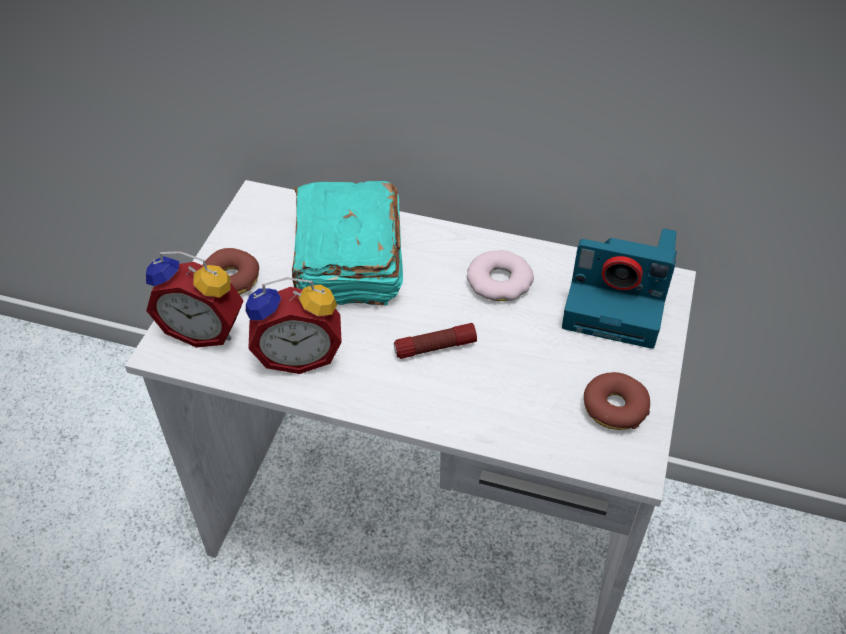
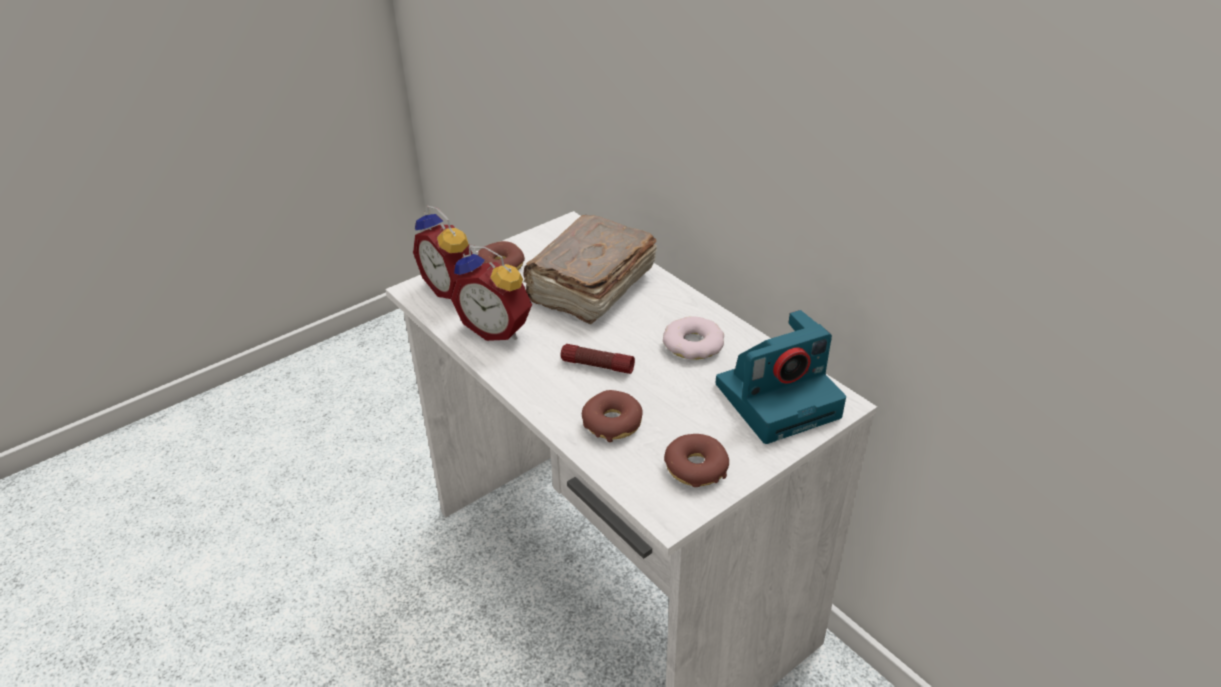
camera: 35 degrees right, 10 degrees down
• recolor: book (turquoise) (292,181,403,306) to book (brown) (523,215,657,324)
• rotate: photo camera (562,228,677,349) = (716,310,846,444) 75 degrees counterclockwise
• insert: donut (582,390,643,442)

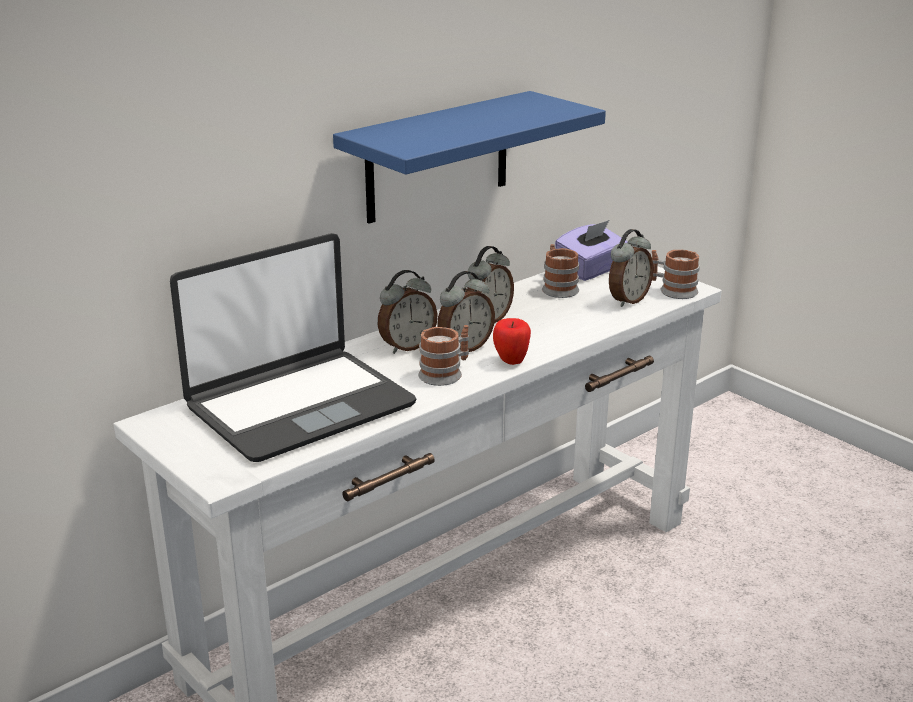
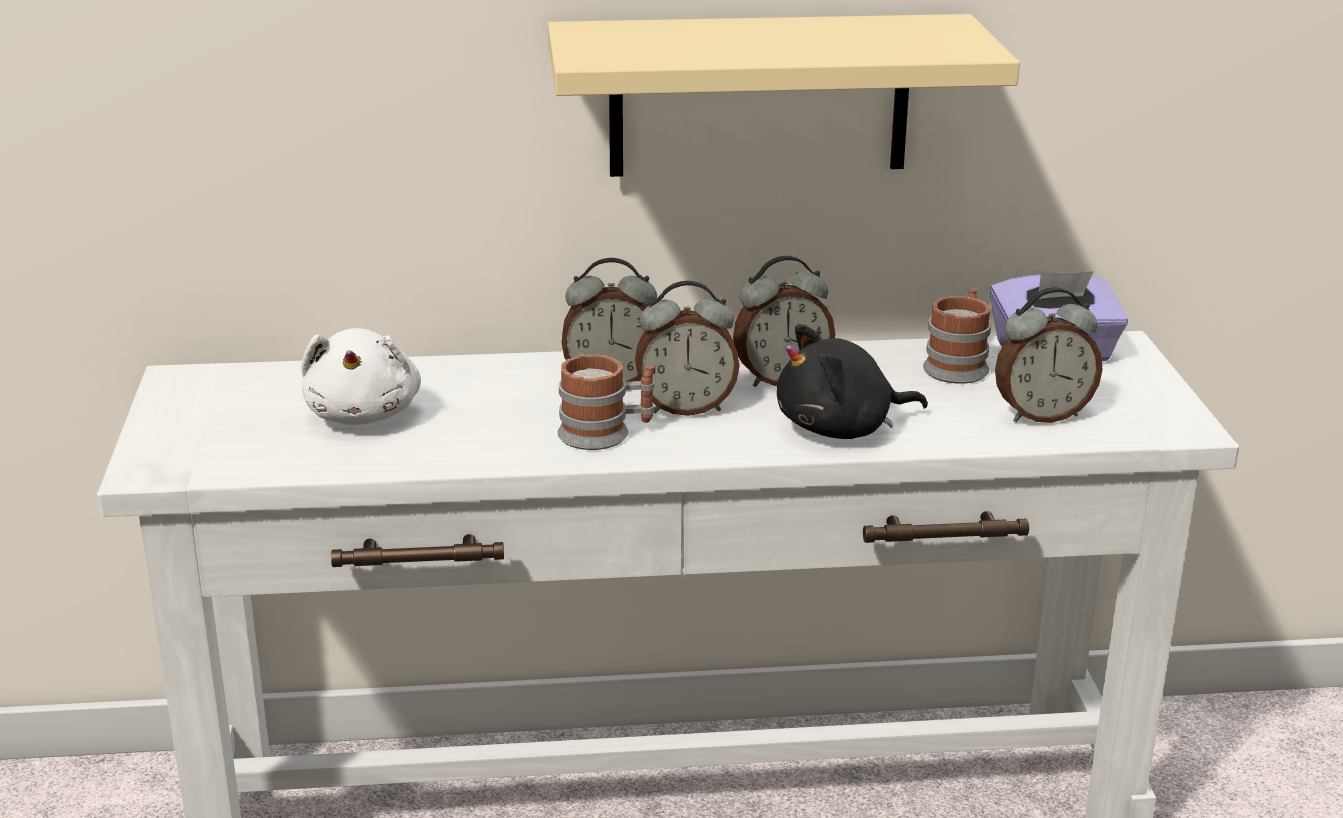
camera: 35 degrees right, 0 degrees up
• recolor: shelf (blue) (333,91,606,224) to shelf (beige) (548,14,1020,177)
• replace: laptop (170,233,416,462) to plush toy (white) (301,328,421,425)
• delete: mug (652,250,700,299)
• delete: apple (493,318,531,365)
• insert: plush toy (black) (777,324,928,439)

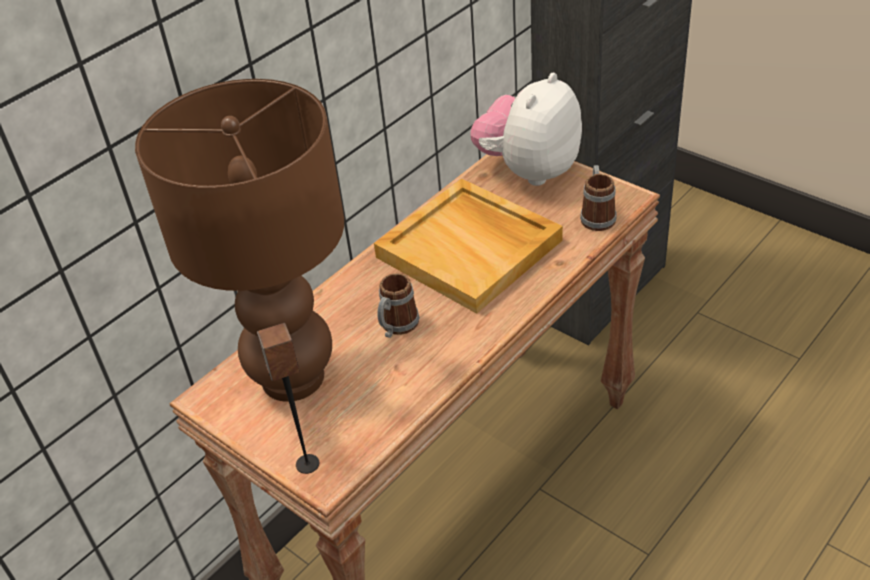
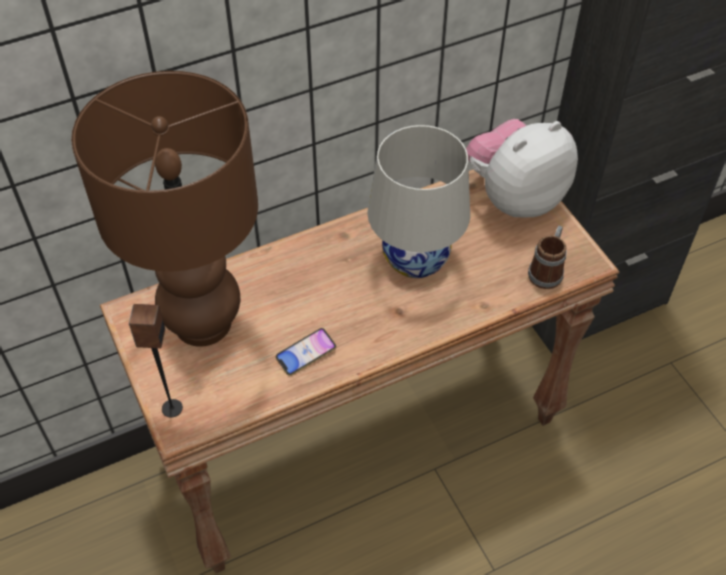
camera: 20 degrees right, 10 degrees up
• replace: tray (beige) (374,178,563,314) to table lamp (white) (367,125,470,278)
• delete: mug (377,273,420,338)
• insert: phone (275,328,336,376)

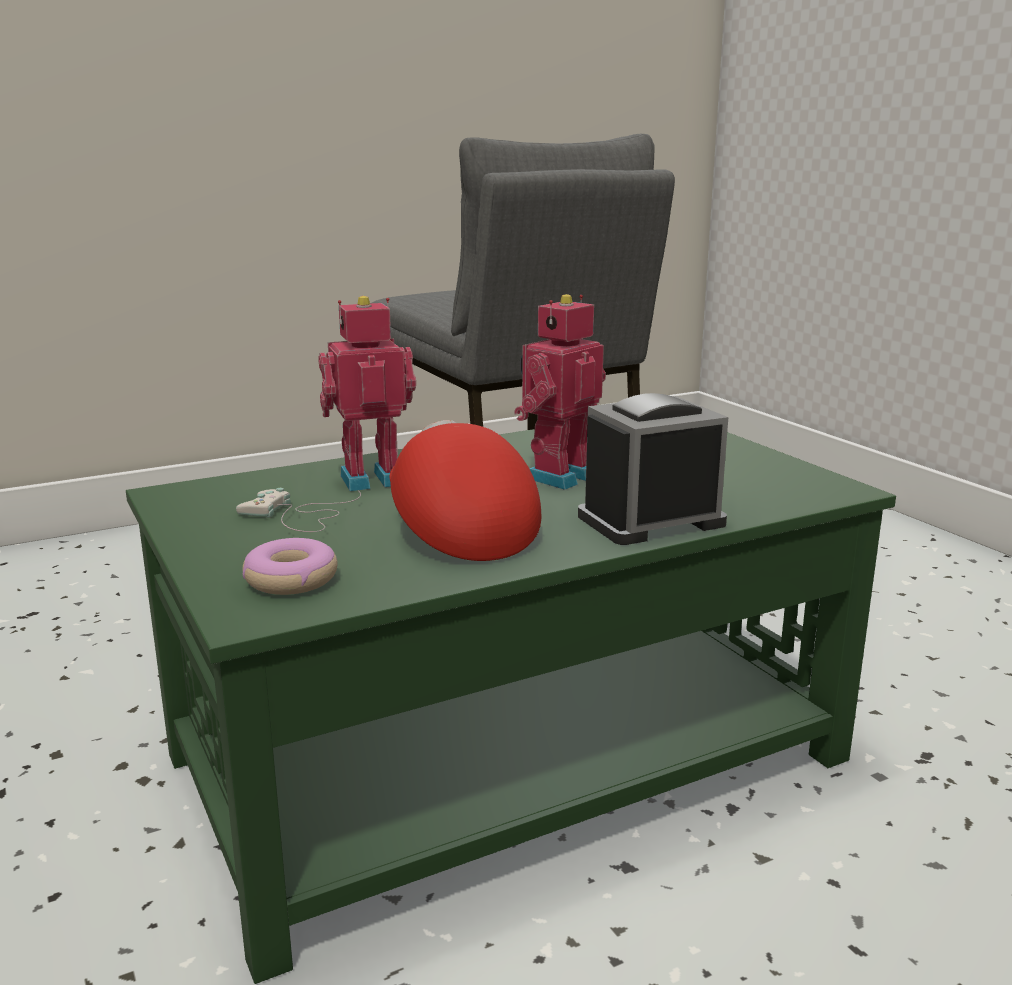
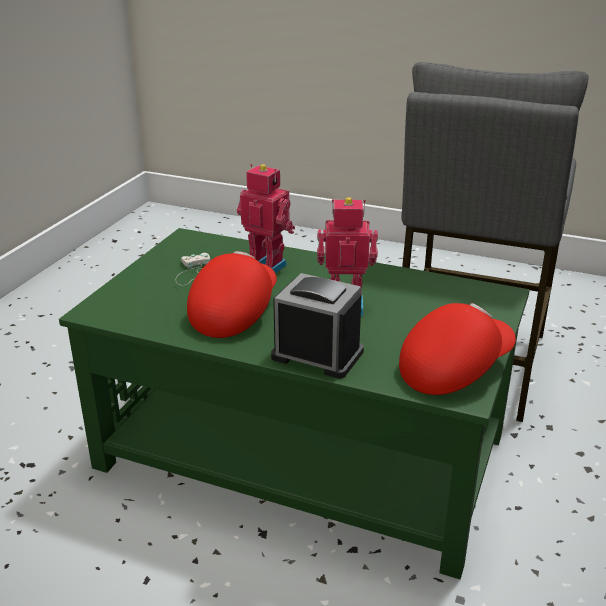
camera: 50 degrees right, 10 degrees up
• delete: donut (242,538,338,595)
• insert: cap (red) (399,303,516,395)

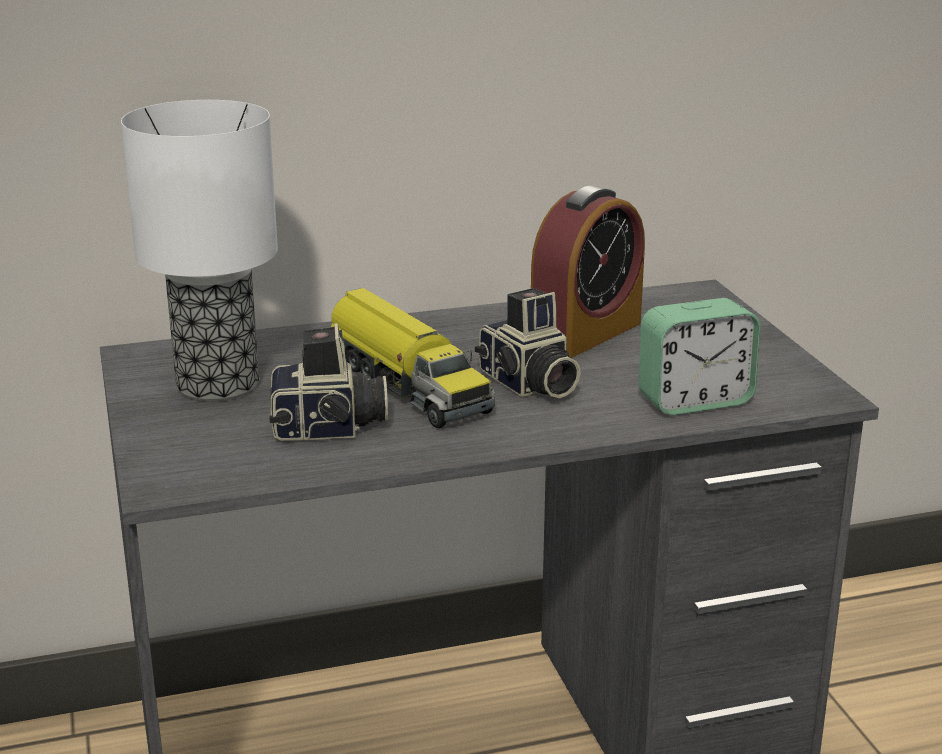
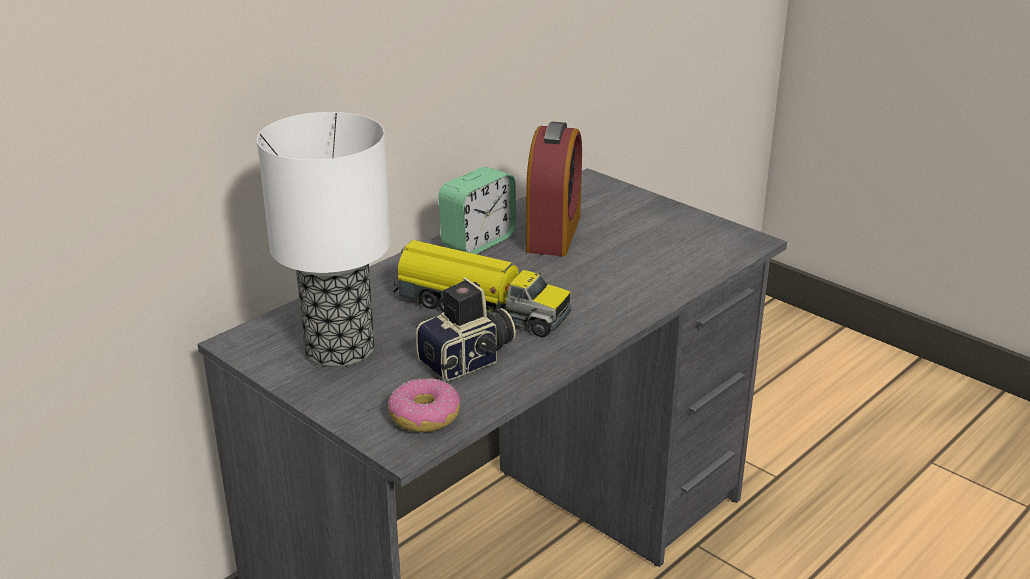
camera: 30 degrees left, 5 degrees up
• delete: photo camera (475,288,581,398)
• move: alarm clock (639,298,761,415) to (438,167,517,254)
• insert: donut (388,378,460,432)

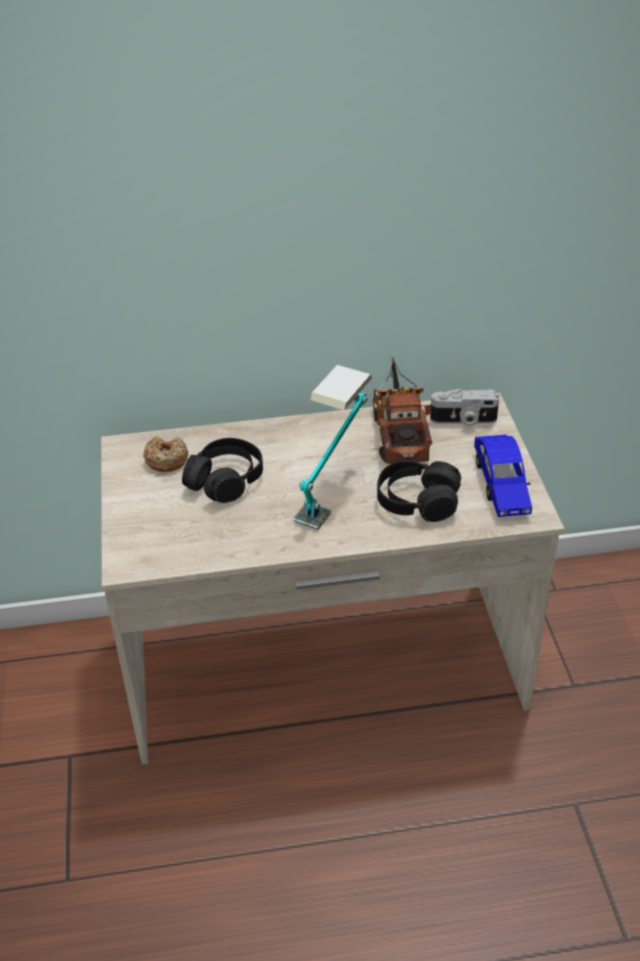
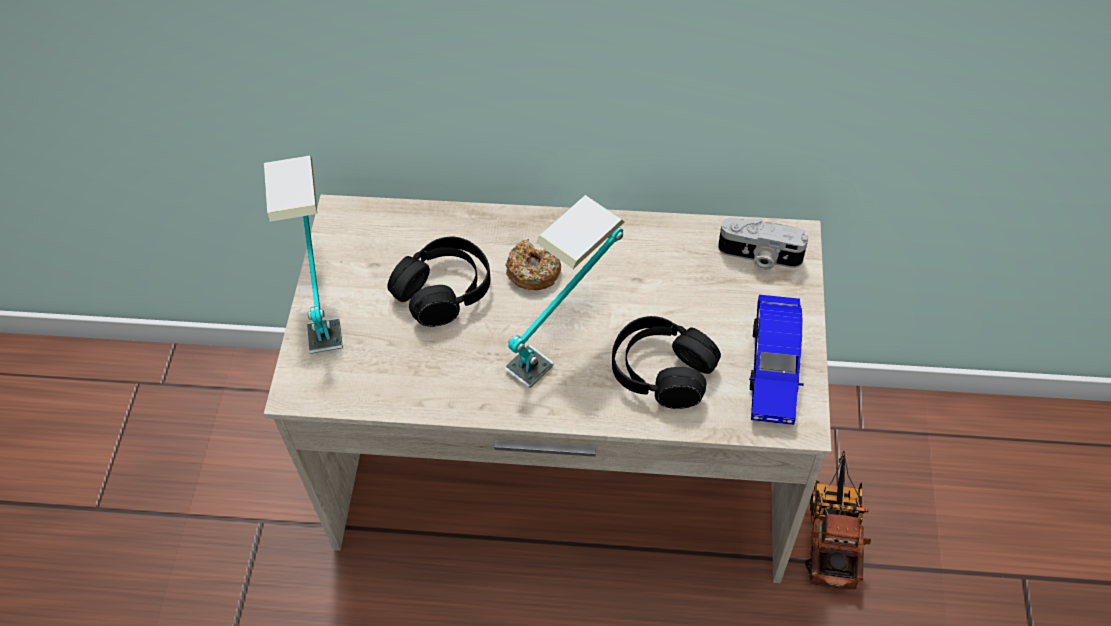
camera: 15 degrees right, 15 degrees up
• move: toy truck (372,357,432,464) to (805,451,871,589)
• move: donut (143,436,189,472) to (506,239,561,290)
• insert: table lamp (264,155,343,354)

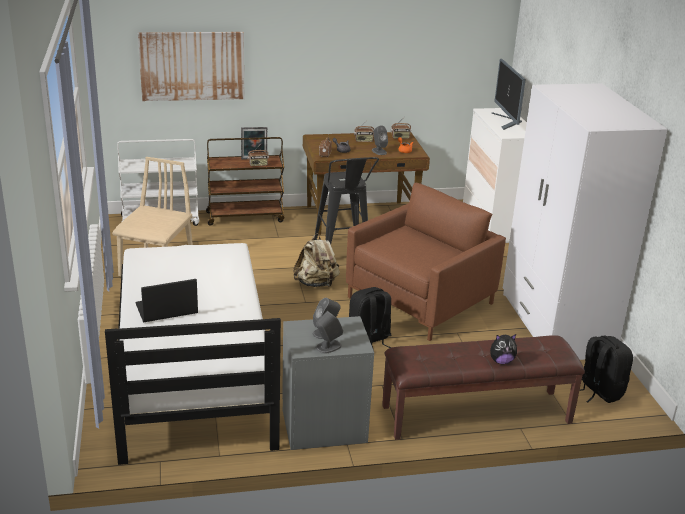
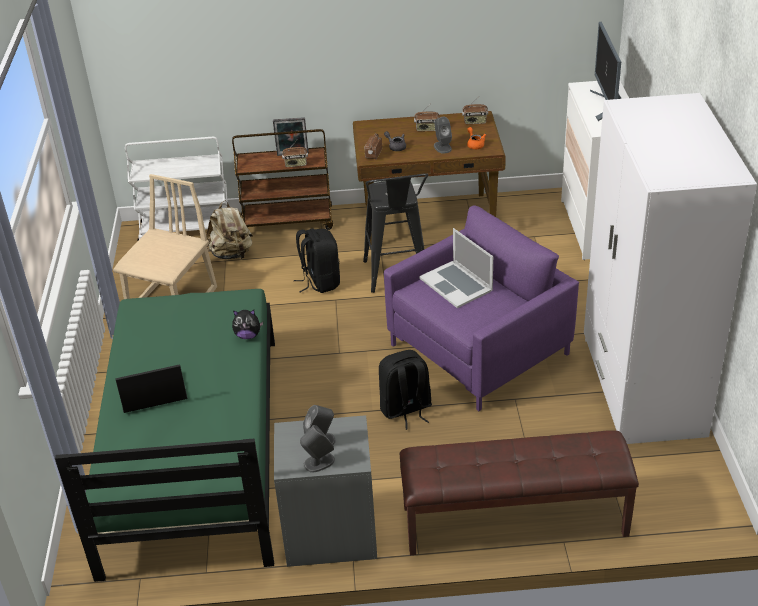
camera: 10 degrees right, 10 degrees up
• delete: picture (138,32,244,101)
• recolor: armchair (brown) (346,183,506,341) to armchair (purple) (384,206,579,411)
• move: backpack (beige) (293,233,340,287) to (206,200,253,259)
• recolor: bed (white) (105,243,281,465) to bed (green) (55,289,275,582)
• move: plush toy (490,334,517,364) to (232,310,263,339)
• move: backpack (black) (579,336,633,403) to (294,229,340,293)
• insert: laptop (419,228,493,308)

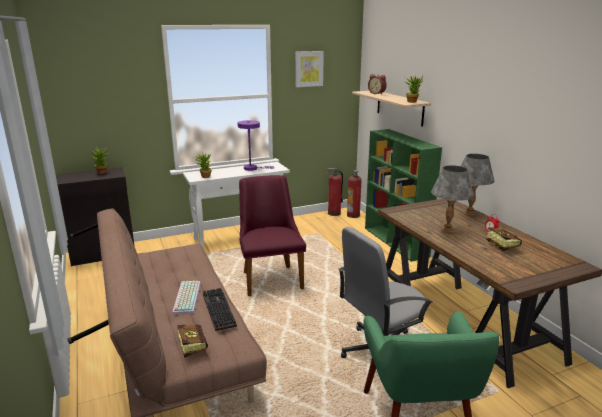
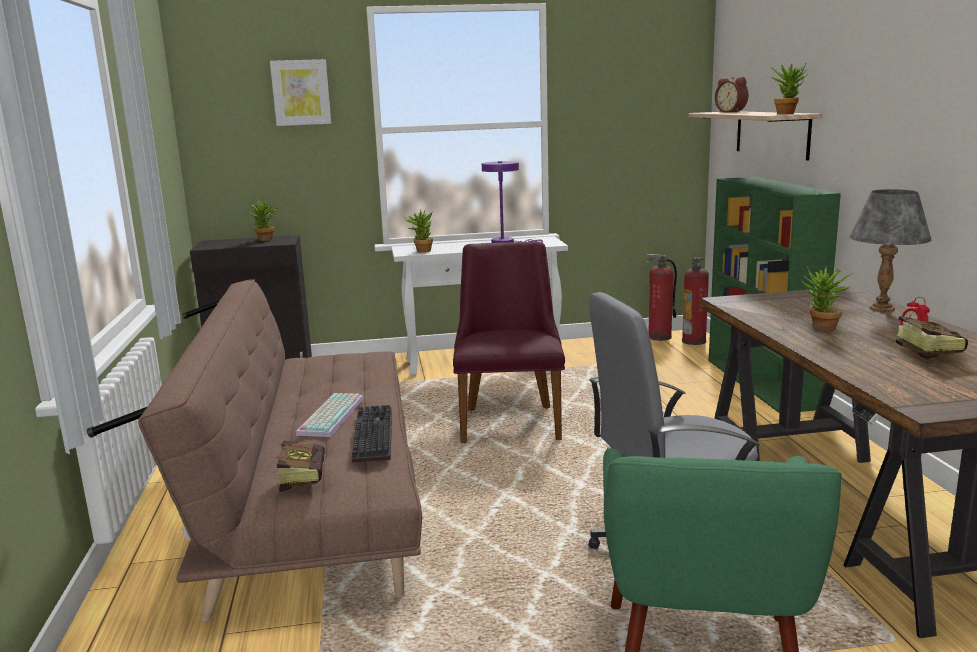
camera: 15 degrees right, 5 degrees down
• move: picture (295,51,324,87) to (270,59,331,126)
• replace: table lamp (grey) (431,165,474,233) to potted plant (801,266,853,331)

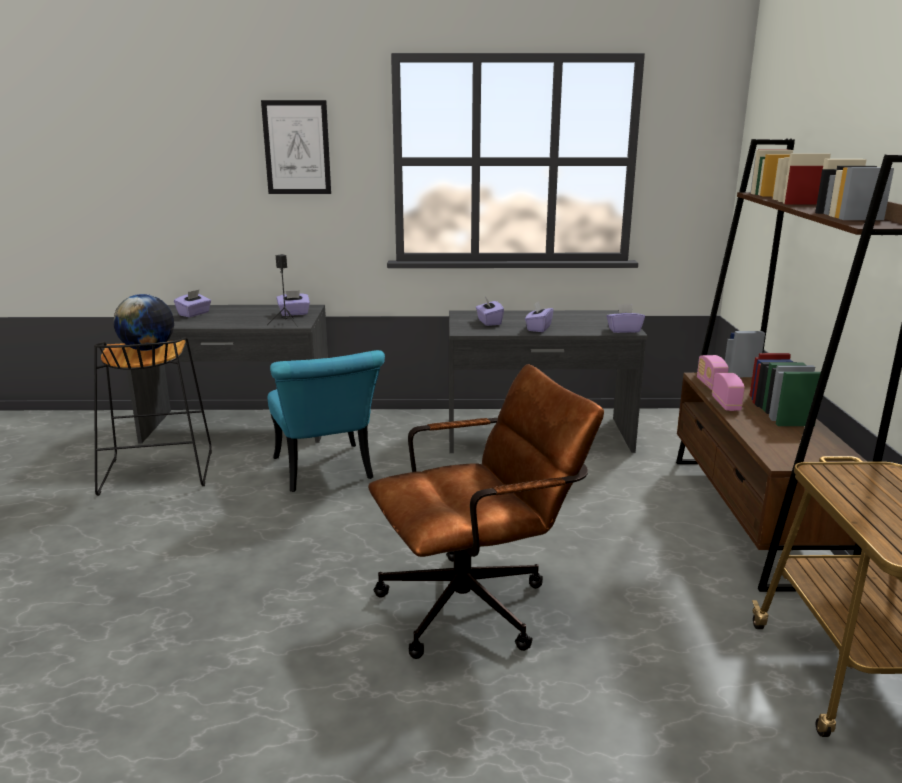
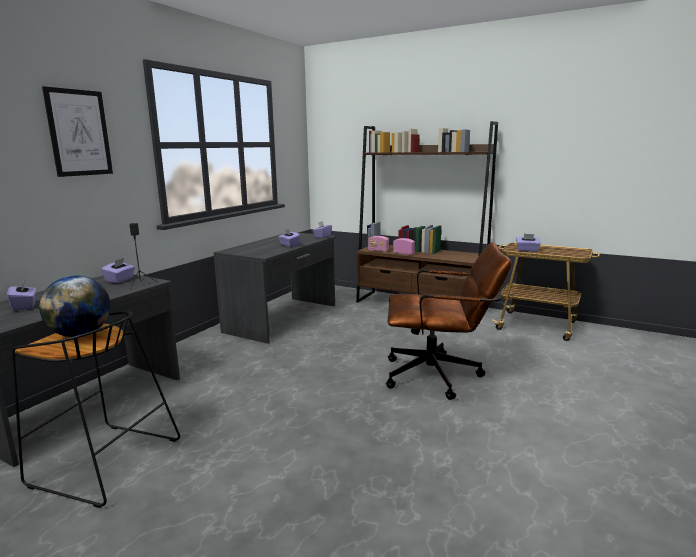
camera: 60 degrees left, 5 degrees down
• move: tissue box (purple) (476,297,504,326) to (516,234,541,252)
• delete: chair (turquoise) (268,350,385,492)
• rotate: office chair (brown) (368,364,604,659) = (386,242,512,400) 90 degrees clockwise

